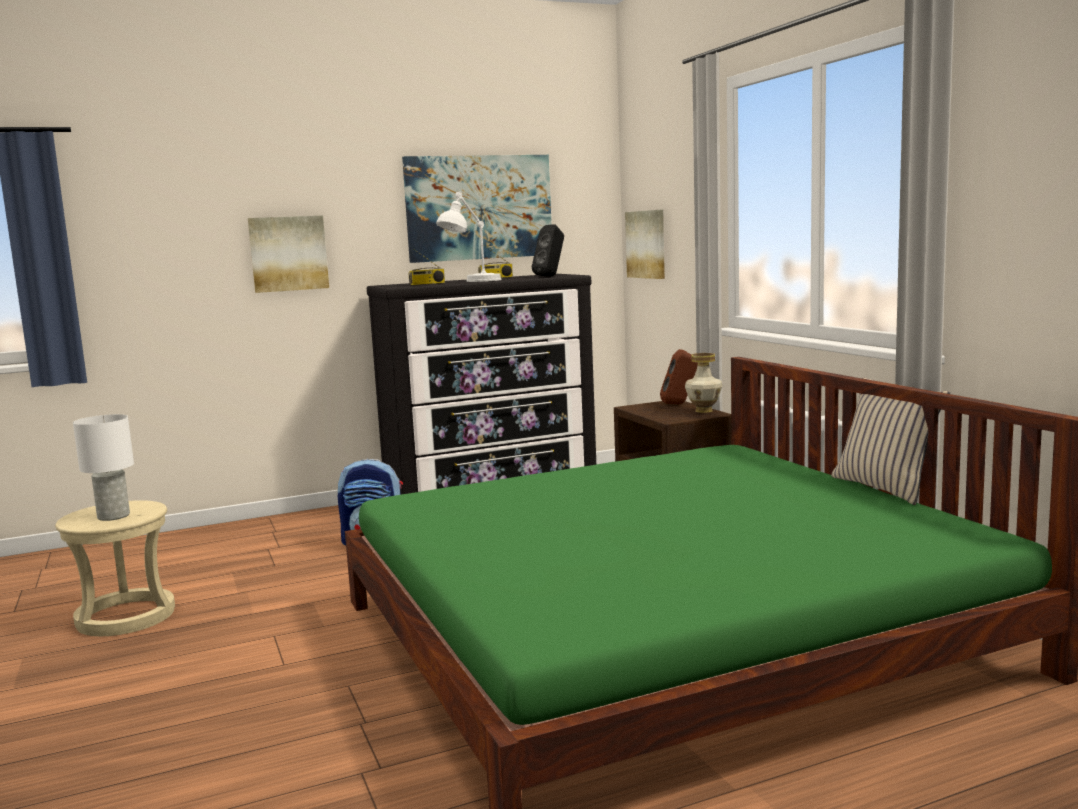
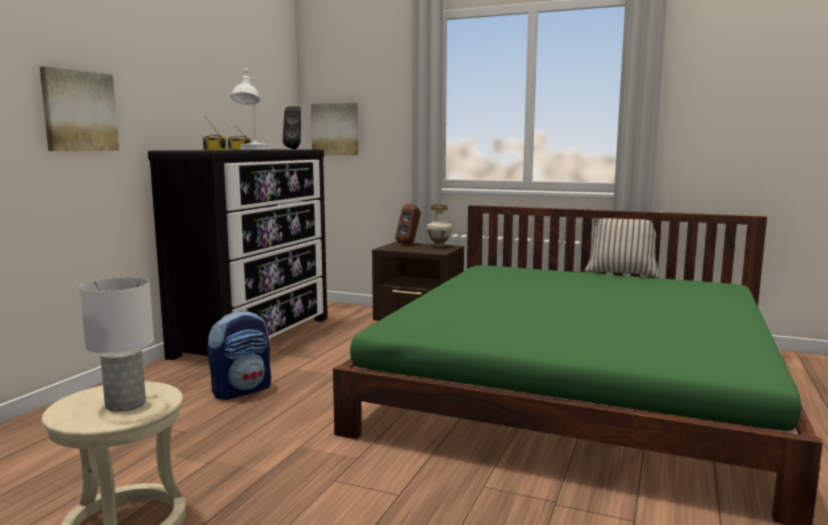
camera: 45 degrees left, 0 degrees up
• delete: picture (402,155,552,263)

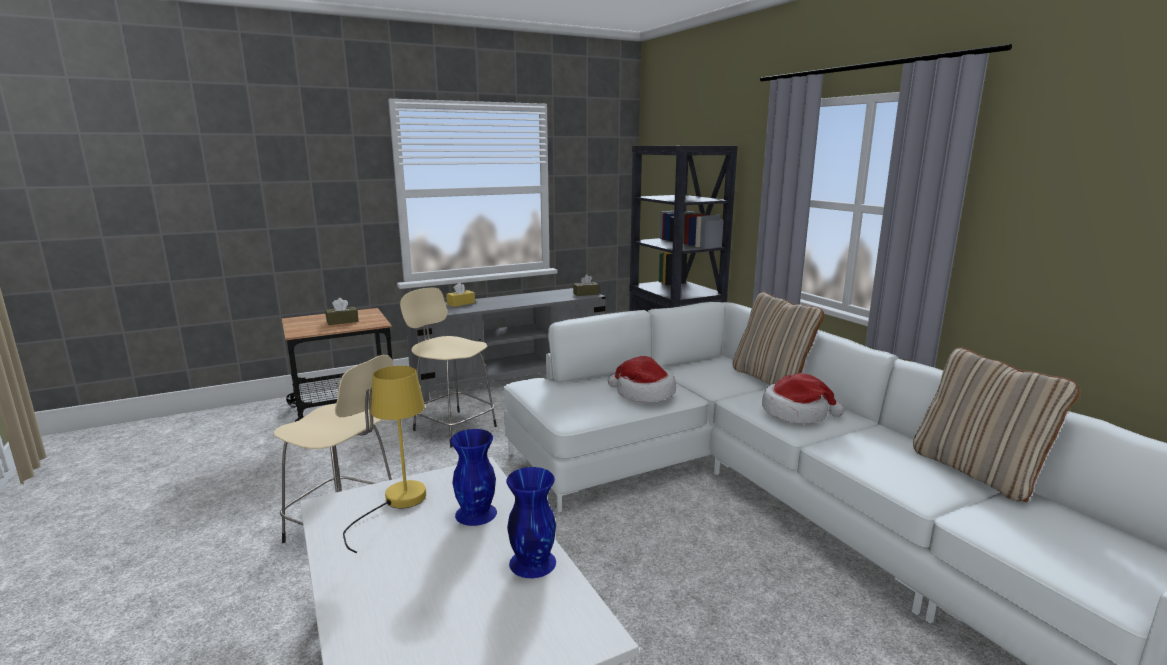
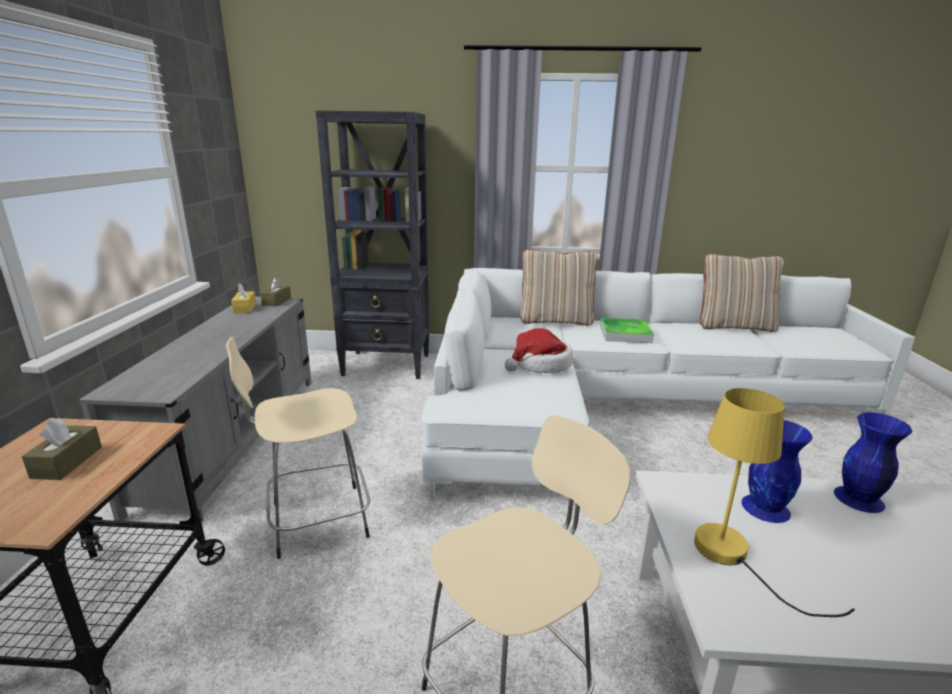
camera: 60 degrees left, 5 degrees up
• move: tissue box (yellow) (446,283,475,307) to (231,283,256,314)
• replace: hat (762,373,844,424) to tray (600,318,654,343)

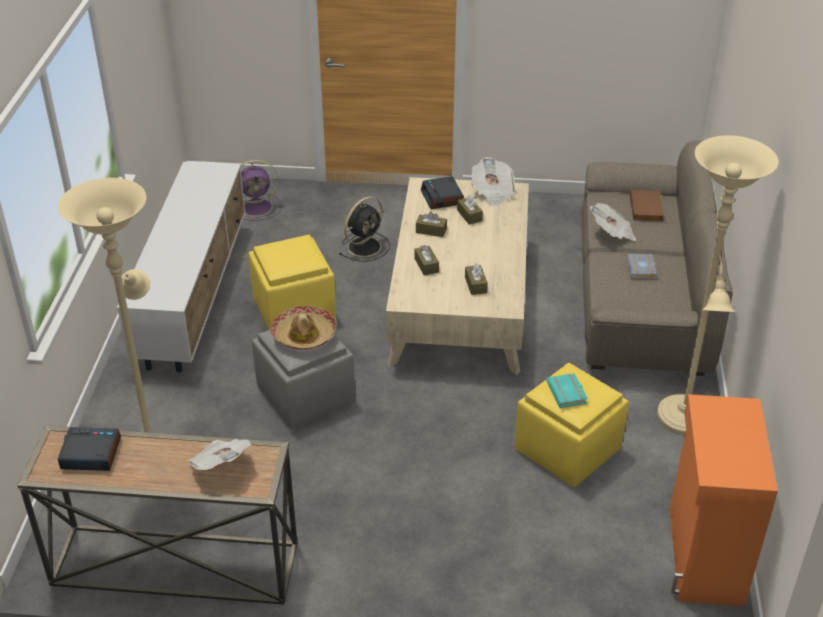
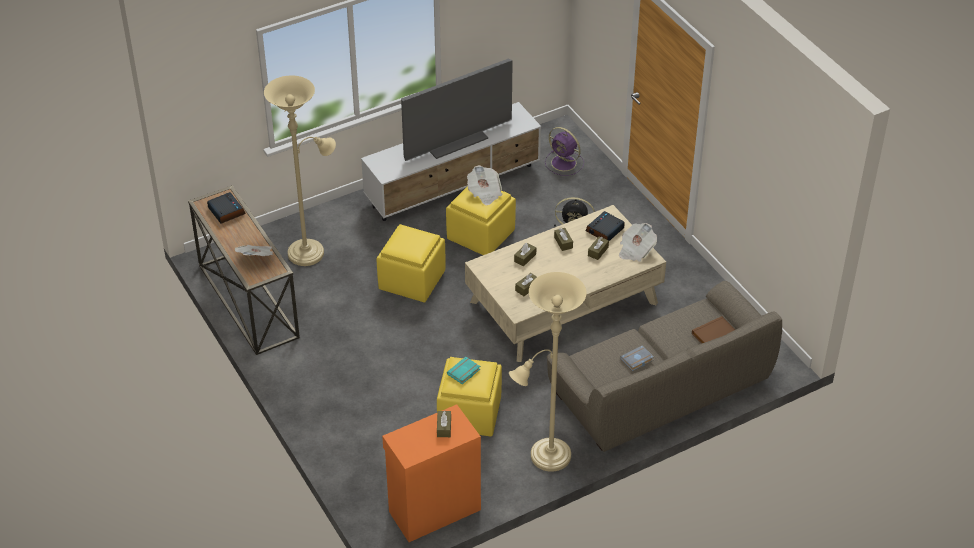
camera: 55 degrees right, 5 degrees up
• move: newspaper (590,203,636,241) to (467,165,502,206)
• delete: hat (270,306,337,350)
• recolor: ottoman (grey) (252,329,355,428) to ottoman (yellow) (377,224,445,302)
• insert: television (401,59,513,161)
• insert: tissue box (brown) (437,411,451,437)

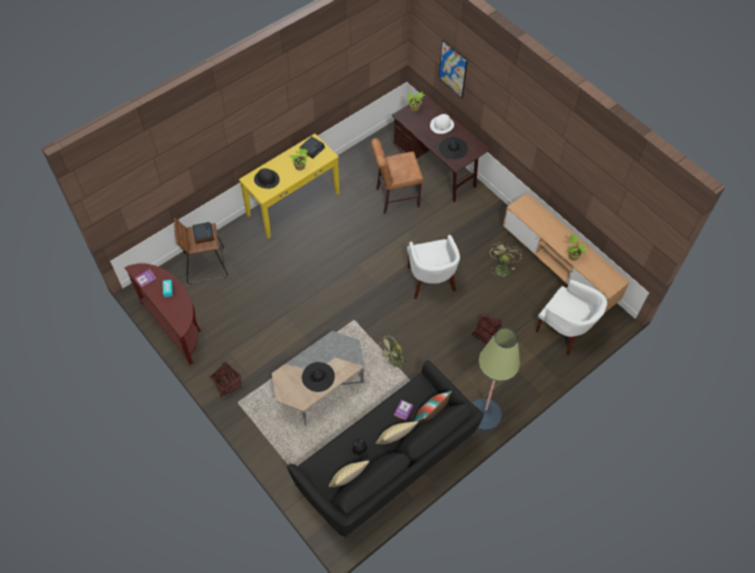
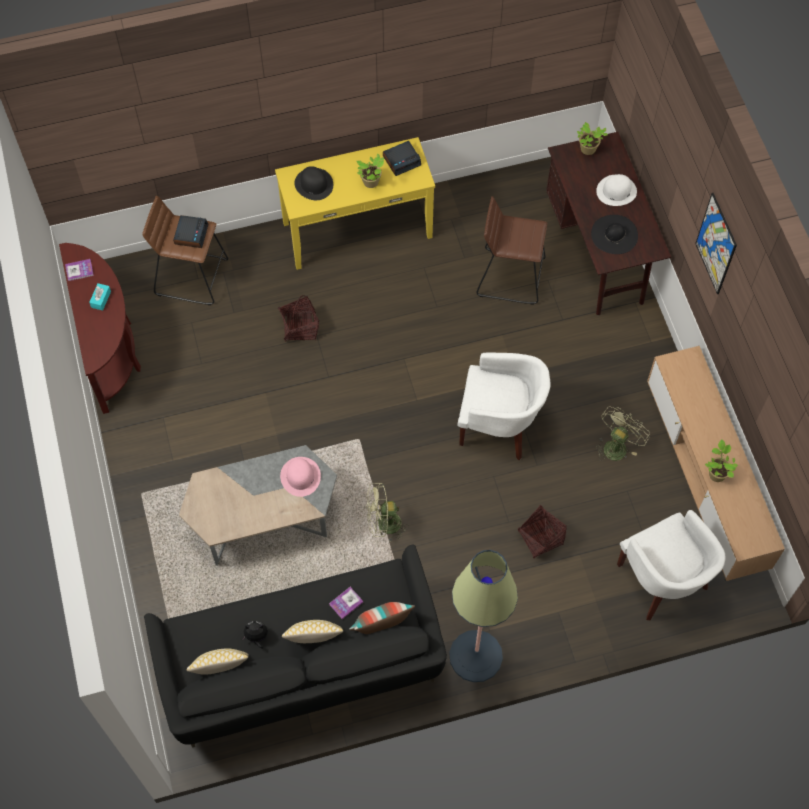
camera: 25 degrees right, 5 degrees up
• move: picture (438,40,468,98) to (695,193,737,294)
• replace: chair (brown) (371,138,423,214) to stool (brown) (476,196,547,305)
• rotate: armchair (white) (407,235,460,299) = (457,352,550,460) 90 degrees counterclockwise
• move: basket (209,362,242,397) to (278,295,319,342)
• delete: hat (black) (302,362,335,392)
• insert: hat (pink) (280,457,321,497)

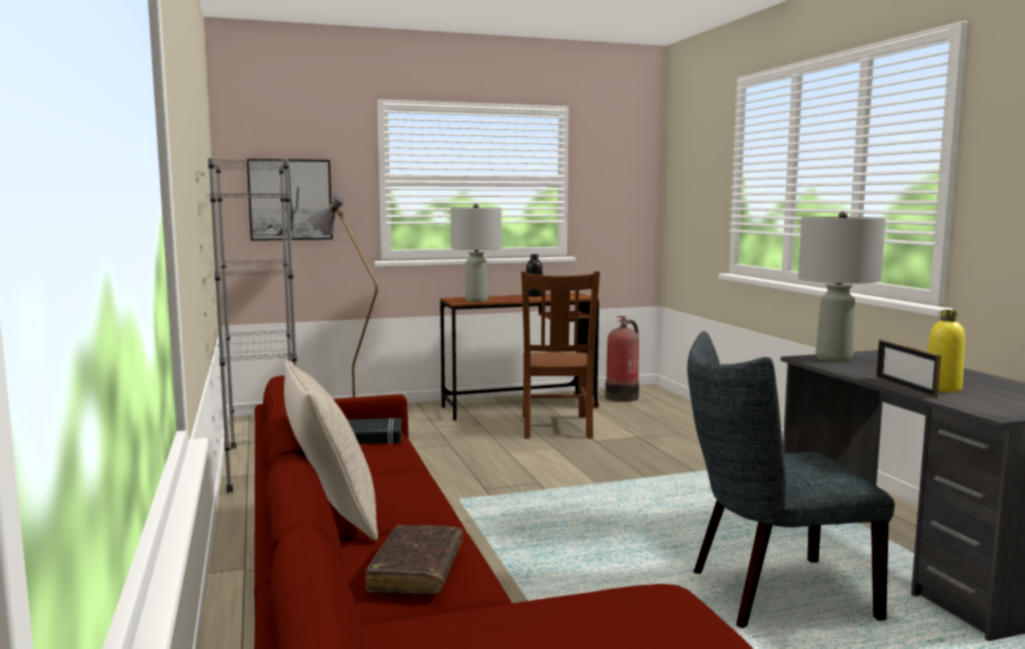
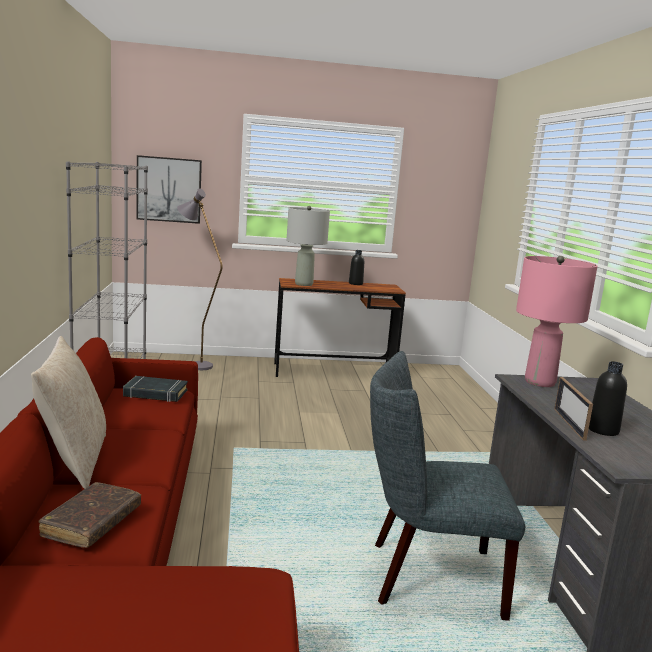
camera: 10 degrees right, 5 degrees up
• recolor: table lamp (grey) (798,211,886,362) to table lamp (pink) (516,256,598,387)
• delete: chair (brown) (521,271,600,439)
• recolor: bottle (yellow) (928,310,965,392) to bottle (black) (589,361,627,436)
• delete: fire extinguisher (605,316,639,402)

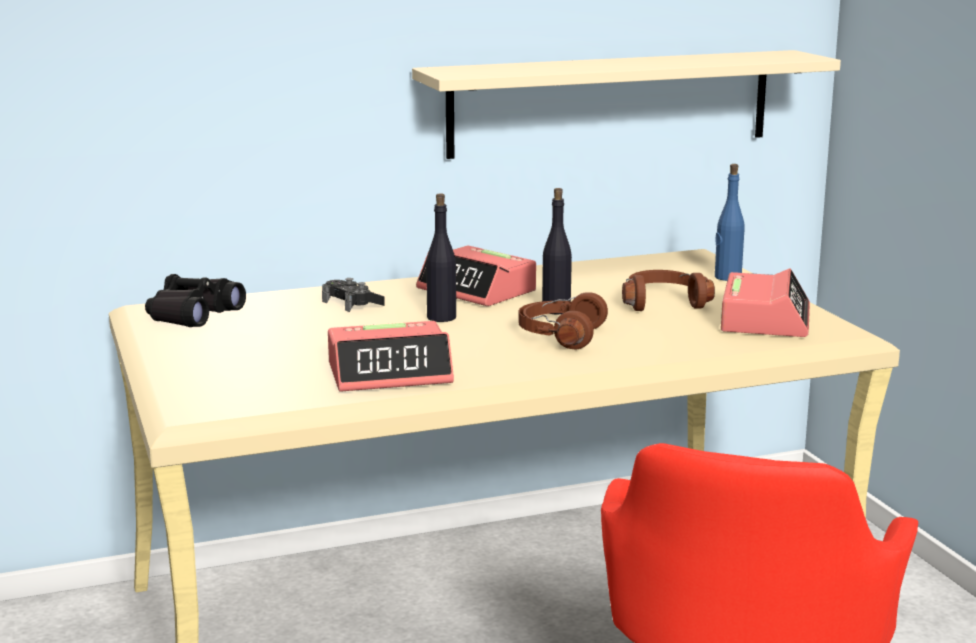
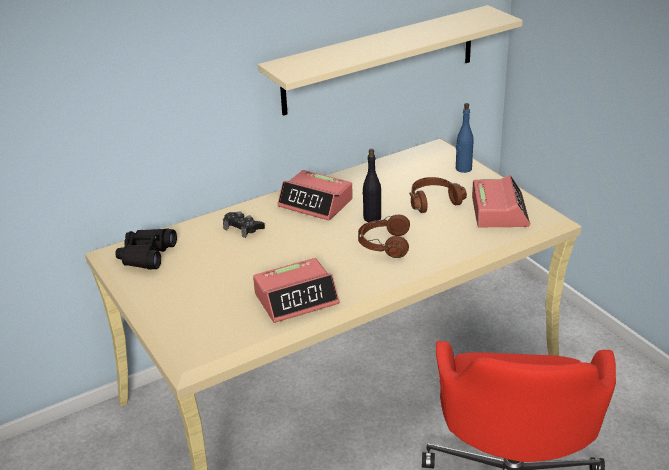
camera: 10 degrees left, 15 degrees up
• delete: bottle (black) (426,193,456,322)

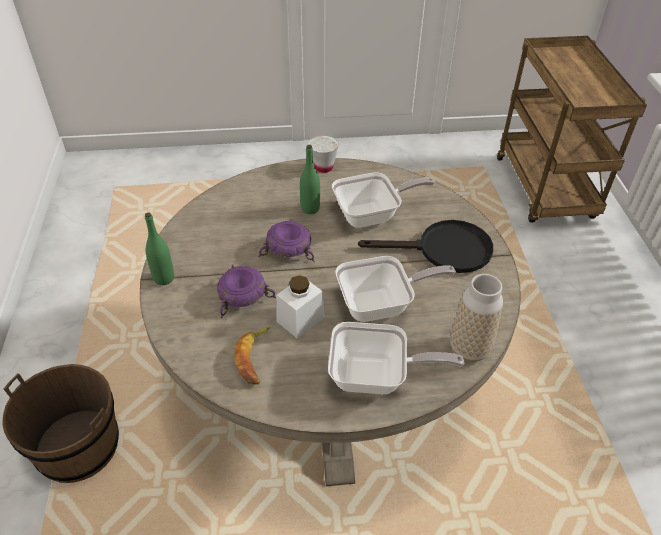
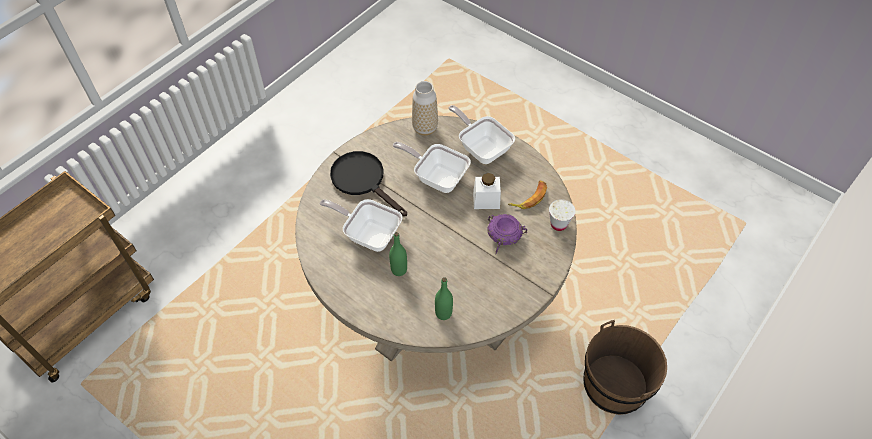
camera: 135 degrees left, 10 degrees up
• move: cup (white) (309,136,339,173) to (549,199,575,231)
• move: bottle (green) (145,212,174,285) to (435,277,453,320)
• delete: bowl (purple) (258,219,315,262)

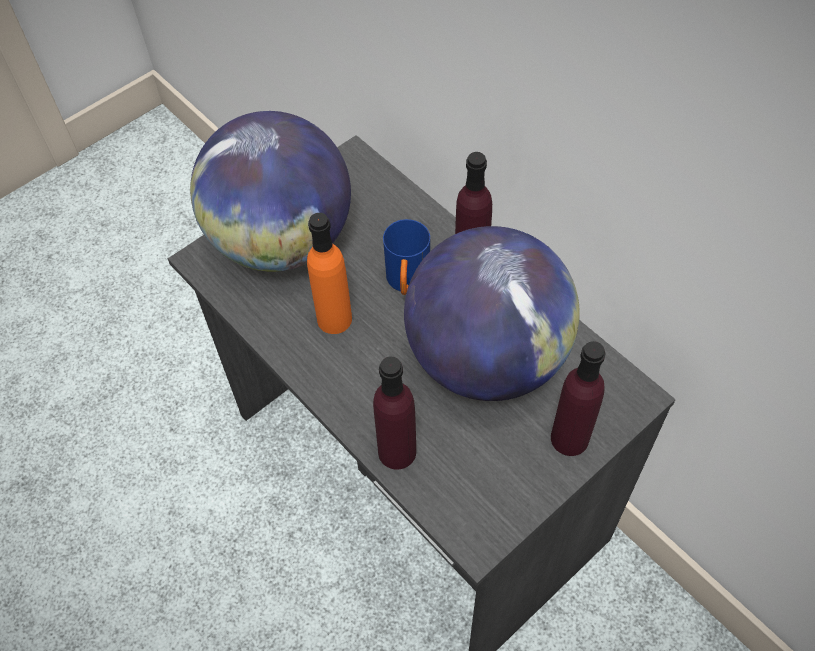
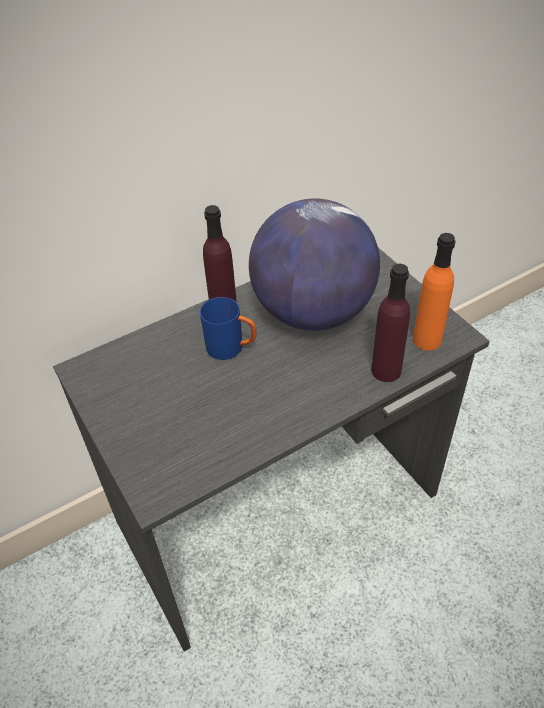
camera: 80 degrees left, 10 degrees down
• delete: globe (190,111,351,272)
• move: bottle (orange) (307,213,352,334) to (413,233,456,351)
• delete: bottle (purple) (551,341,606,456)

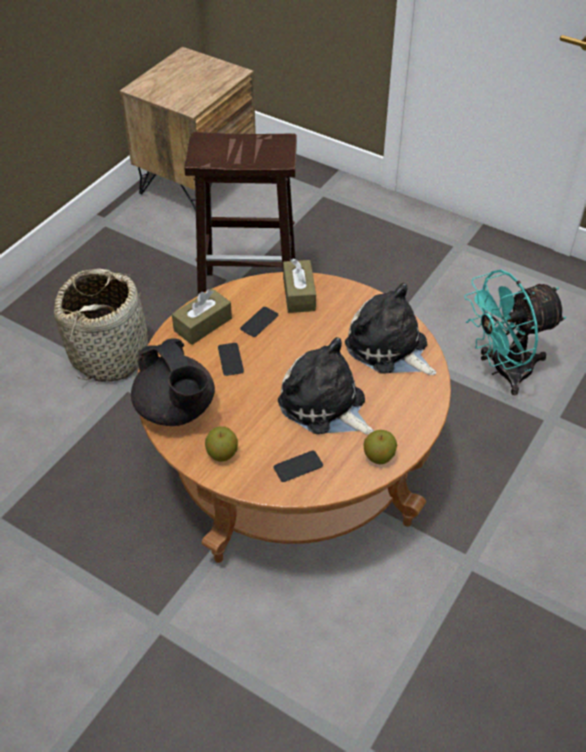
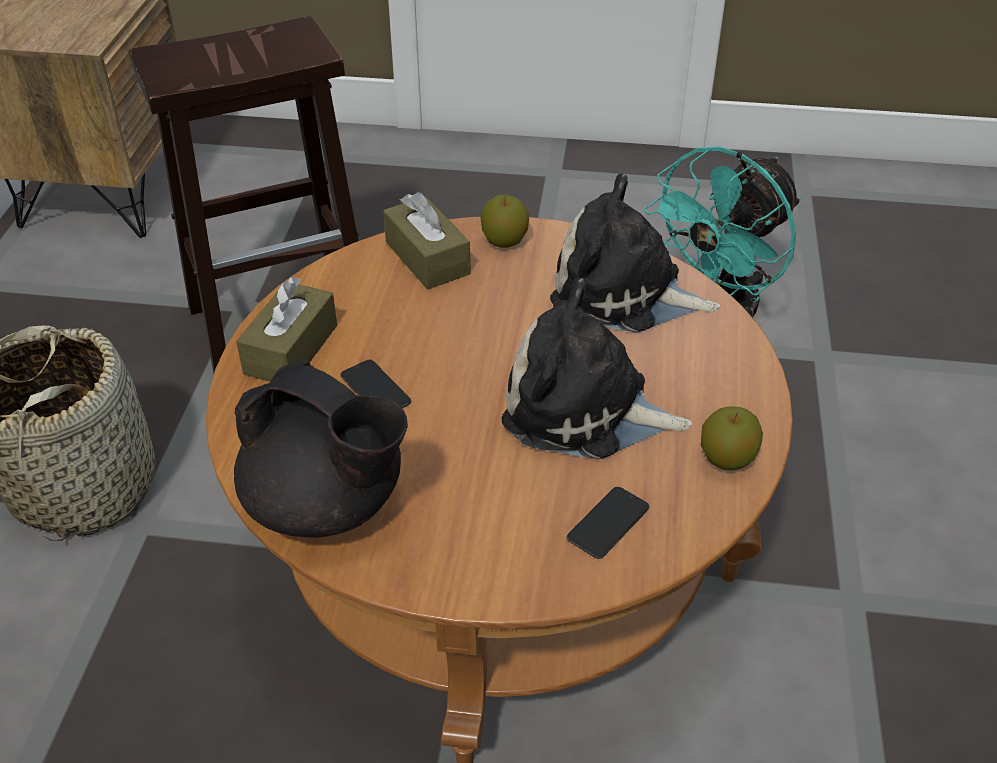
camera: 25 degrees left, 5 degrees down
• delete: phone (240,307,278,337)
• move: apple (205,427,238,461) to (480,194,529,248)

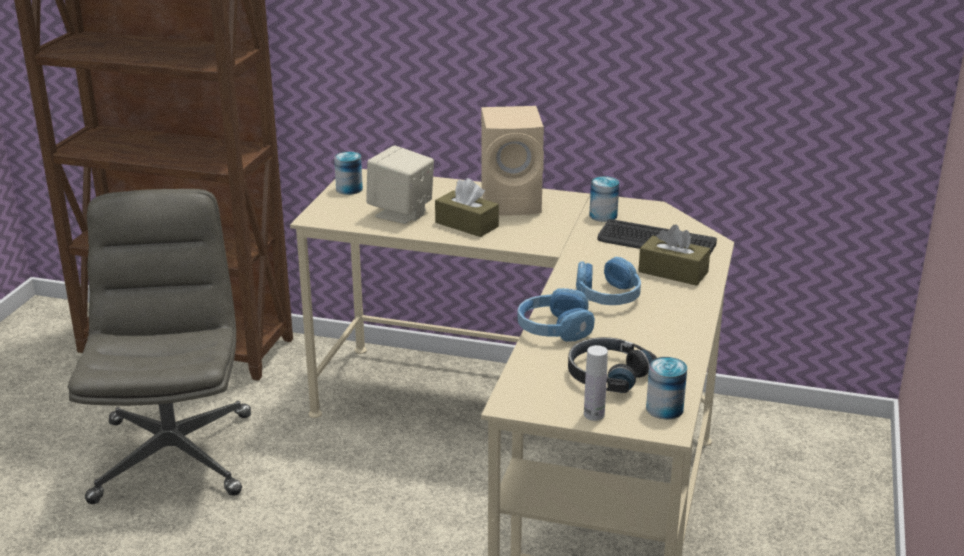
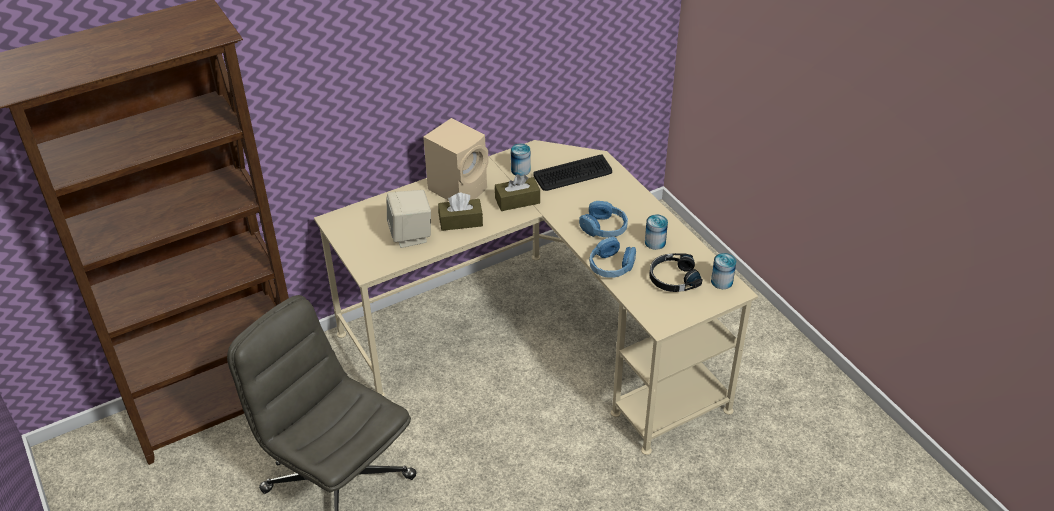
camera: 45 degrees left, 15 degrees up
• move: can (334,151,363,195) to (645,215,668,250)
• move: tissue box (brown) (639,225,711,286) to (495,174,540,211)
• delete: bottle (white) (584,345,608,421)

